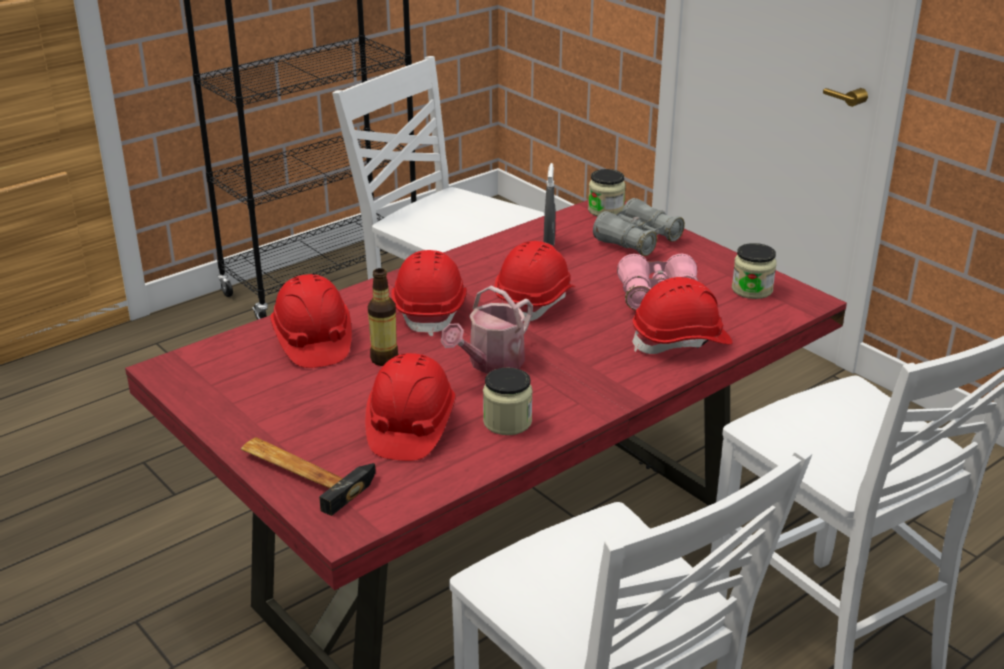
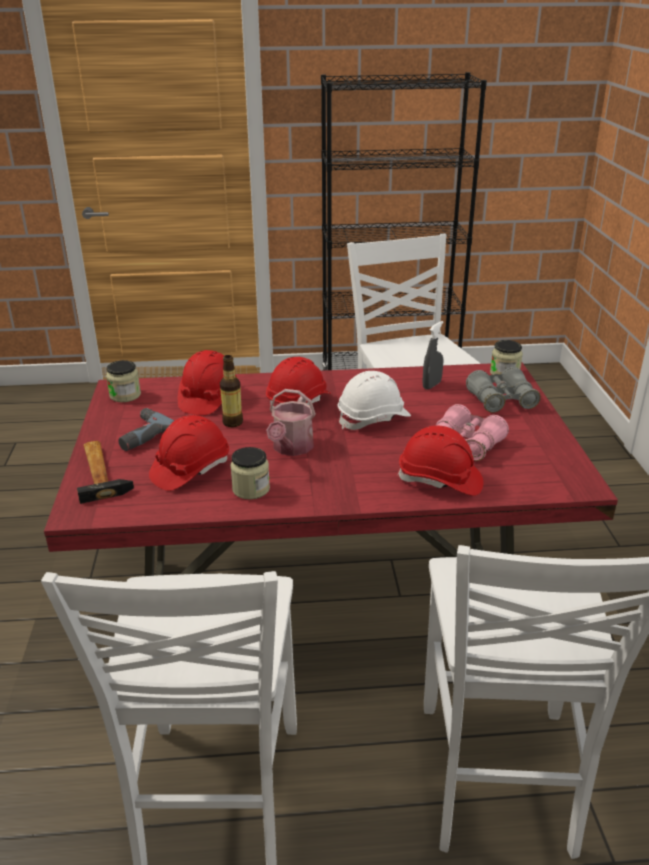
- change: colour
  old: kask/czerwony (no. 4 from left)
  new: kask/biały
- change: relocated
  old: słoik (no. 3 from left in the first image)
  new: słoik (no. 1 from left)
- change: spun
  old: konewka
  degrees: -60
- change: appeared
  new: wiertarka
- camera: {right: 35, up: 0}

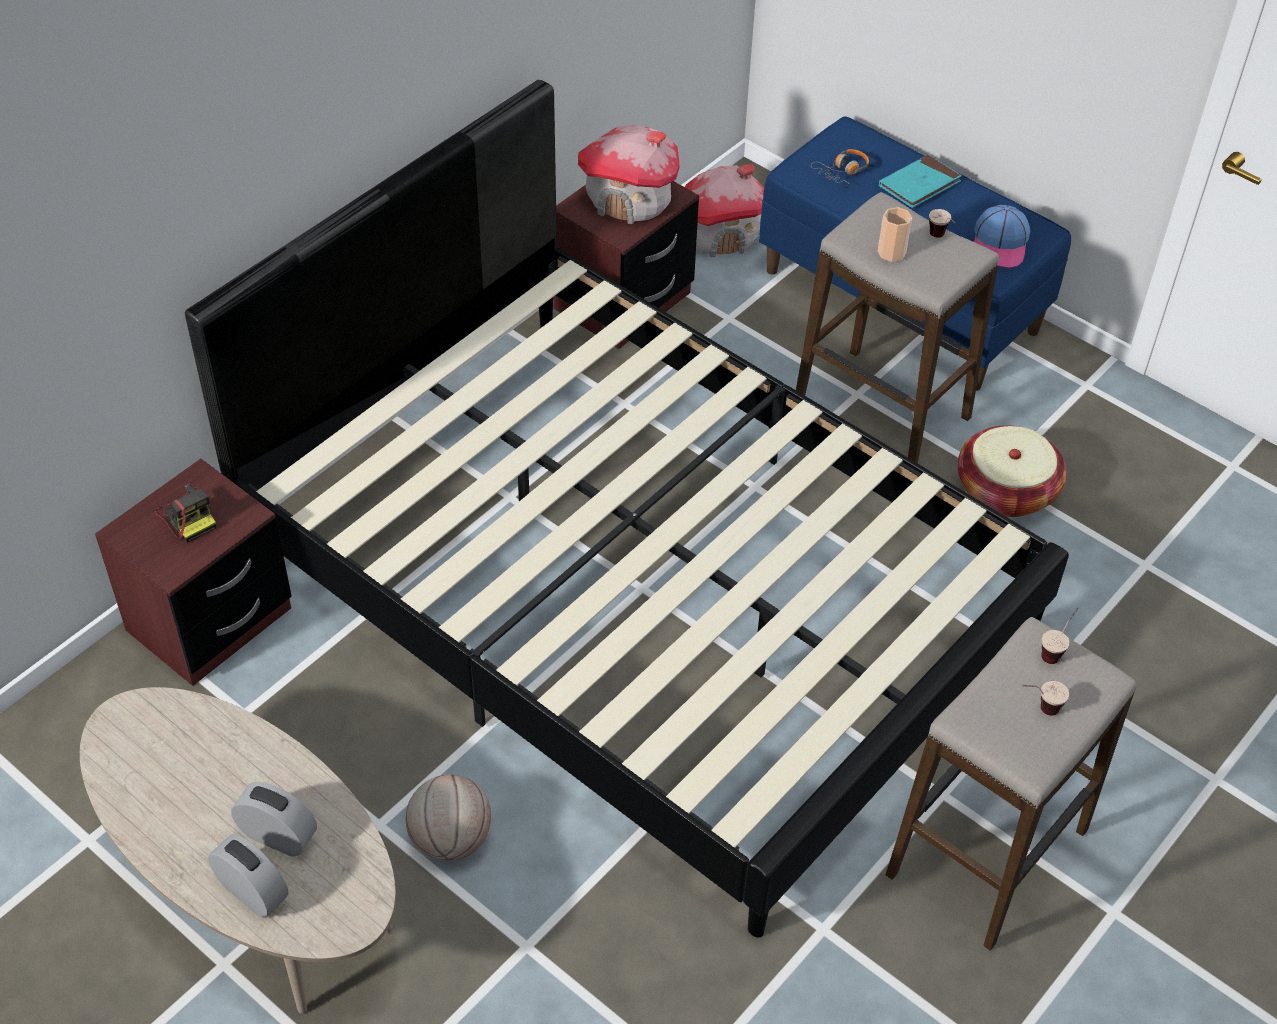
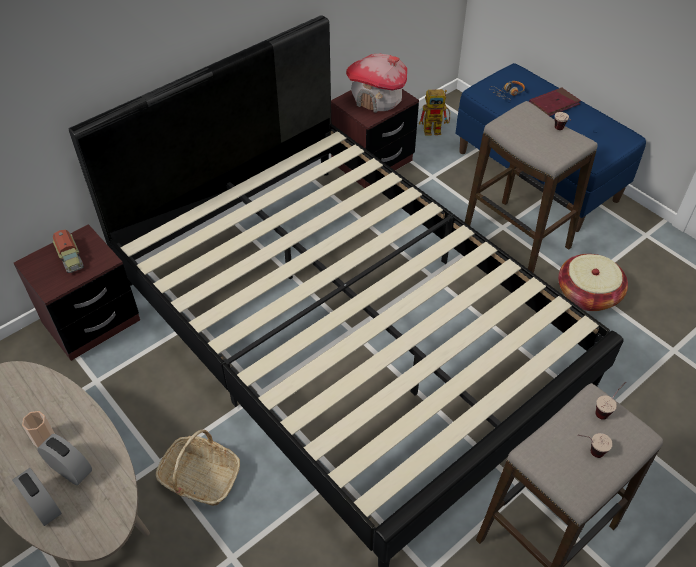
- change: colour
  old: książka/turkusowy
  new: książka/czerwony
- change: exchanged
  old: domek (no. 2 from left)
  new: robot zabawkowy
- change: missing
  old: czapka z daszkiem
- change: relocated
  old: filiżanka (no. 1 from left)
- change: exchanged
  old: aparat fotograficzny
  new: ciężarówka zabawkowa
- change: exchanged
  old: piłka do koszykówki
  new: koszyk (no. 1 from left)
- camera: {right: 10, up: 0}

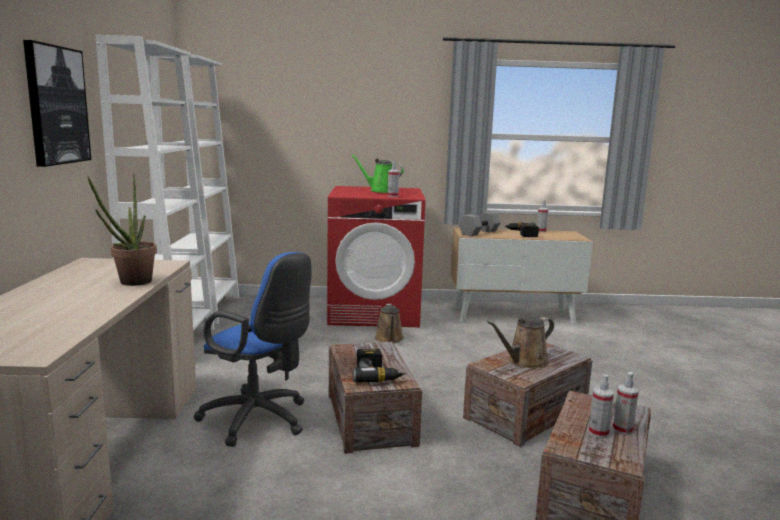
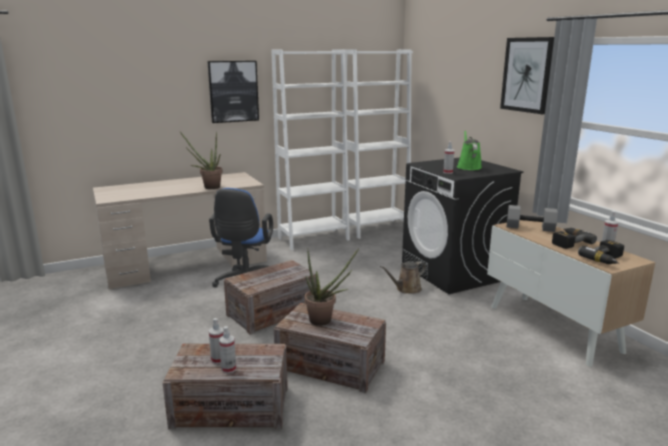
- change: colour
  old: pralka/czerwony
  new: pralka/czarny
- change: exchanged
  old: konewka/brązowy (no. 2 from left)
  new: roślina doniczkowa (no. 2 from left)
- change: relocated
  old: wiertarka (no. 1 from left in the first image)
  new: wiertarka (no. 2 from left)
- change: appeared
  new: obraz (no. 2 from left)
- camera: {right: 65, up: 5}

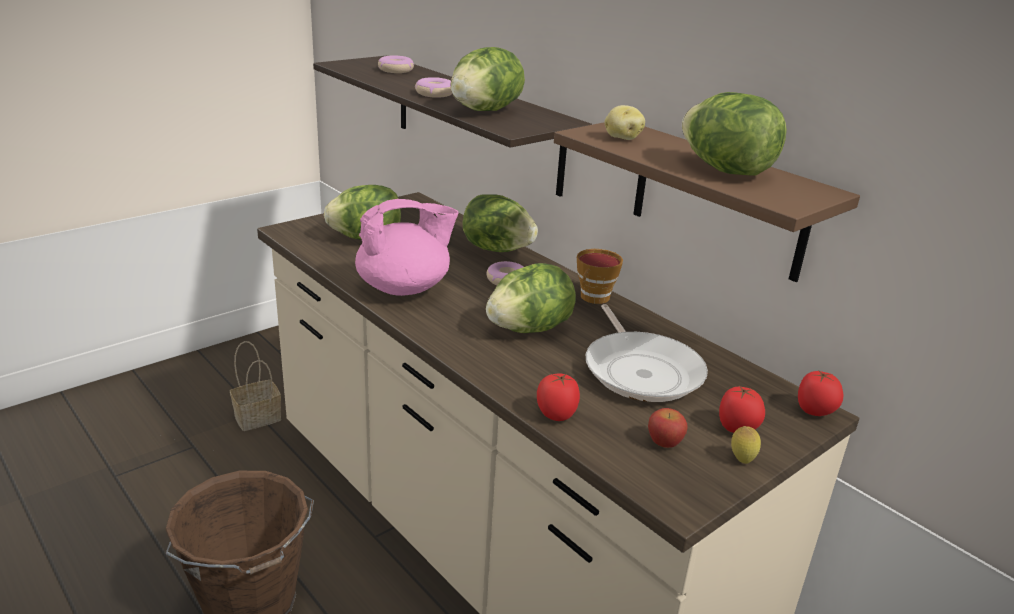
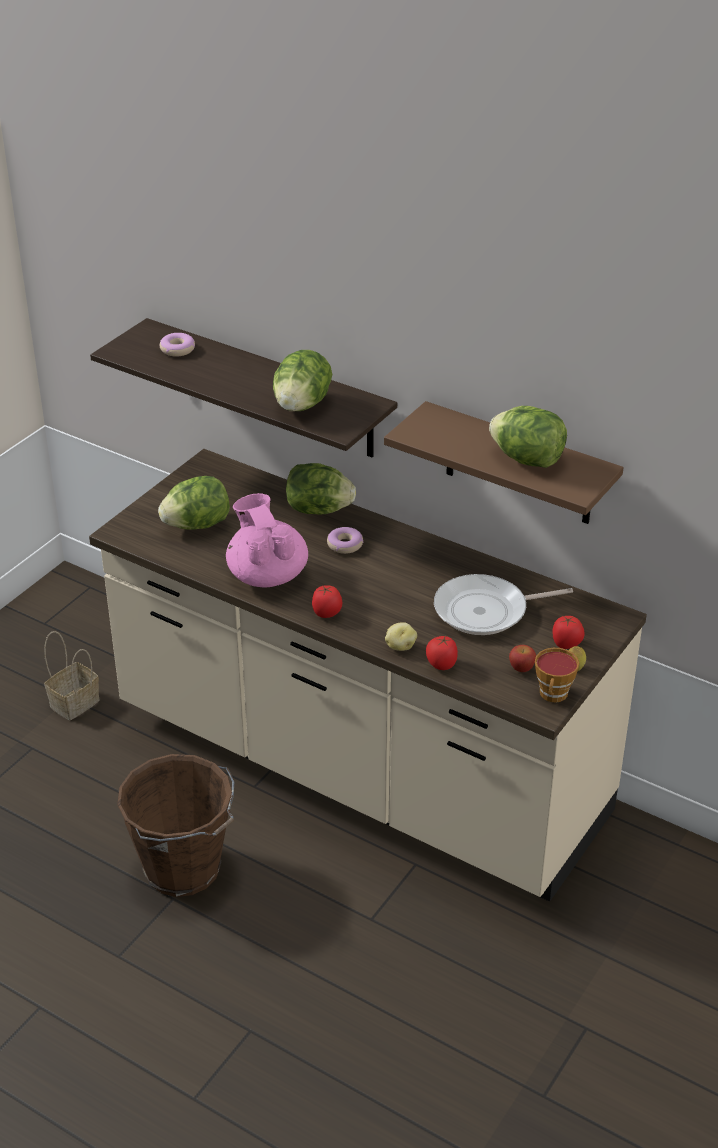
- change: missing
  old: donut (no. 2 from left)
- change: relocated
  old: ziemniak
- change: spun
  old: imbryk/różowy
  degrees: -75
- change: relocated
  old: filiżanka
- change: missing
  old: sałata (no. 4 from left)
- change: spun
  old: patelnia
  degrees: 105
- change: relocated
  old: pomidor (no. 3 from left in the first image)
  new: pomidor (no. 1 from left)
- camera: {right: -15, up: 10}

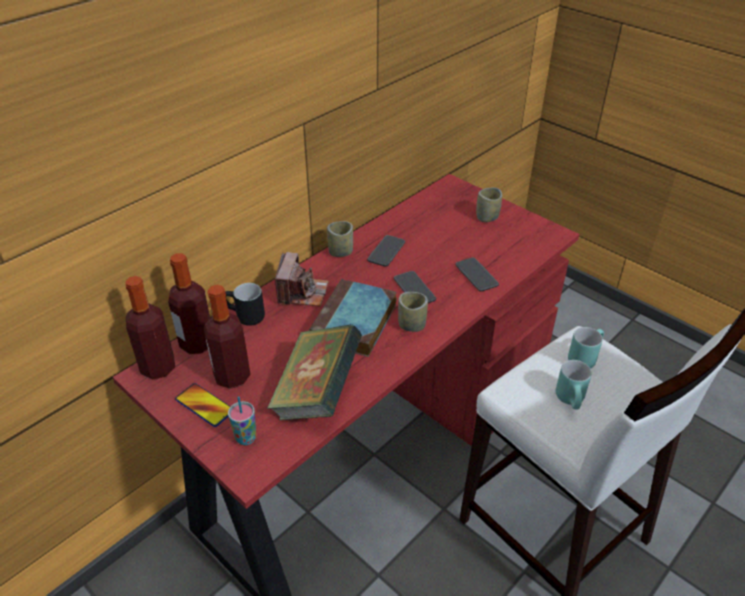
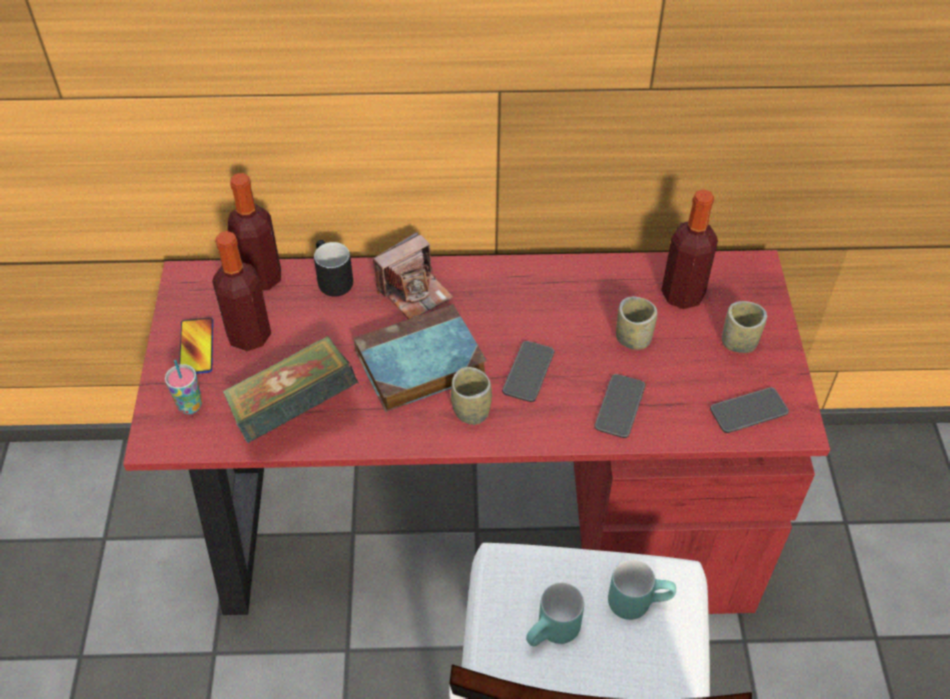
- change: relocated
  old: filiżanka (no. 2 from left in the first image)
  new: filiżanka (no. 3 from left)
- change: relocated
  old: telefon (no. 2 from left in the first image)
  new: telefon (no. 4 from left)
- change: relocated
  old: butelka (no. 1 from left in the first image)
  new: butelka (no. 3 from left)
- camera: {right: 45, up: 10}

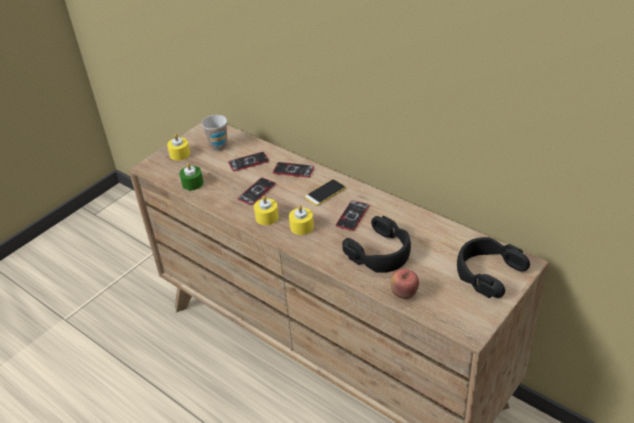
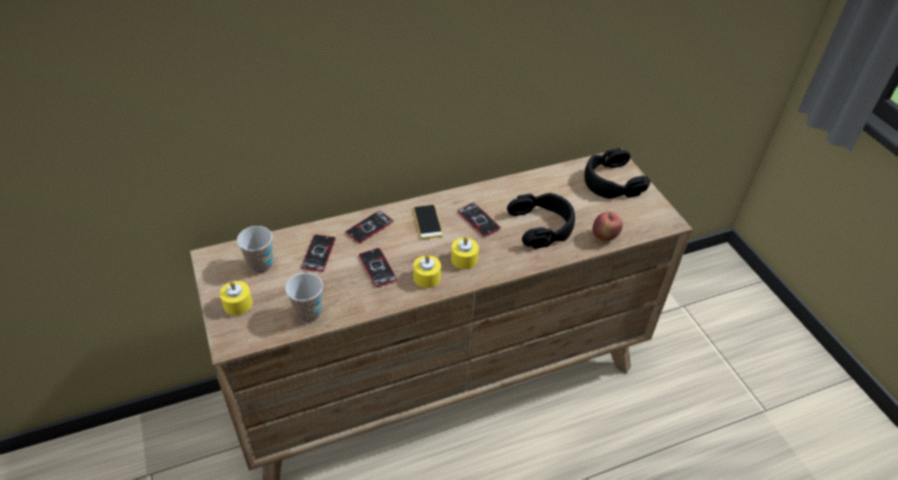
- change: exchanged
  old: świeca/zielony
  new: filiżanka (no. 2 from left)
- camera: {right: -65, up: 5}

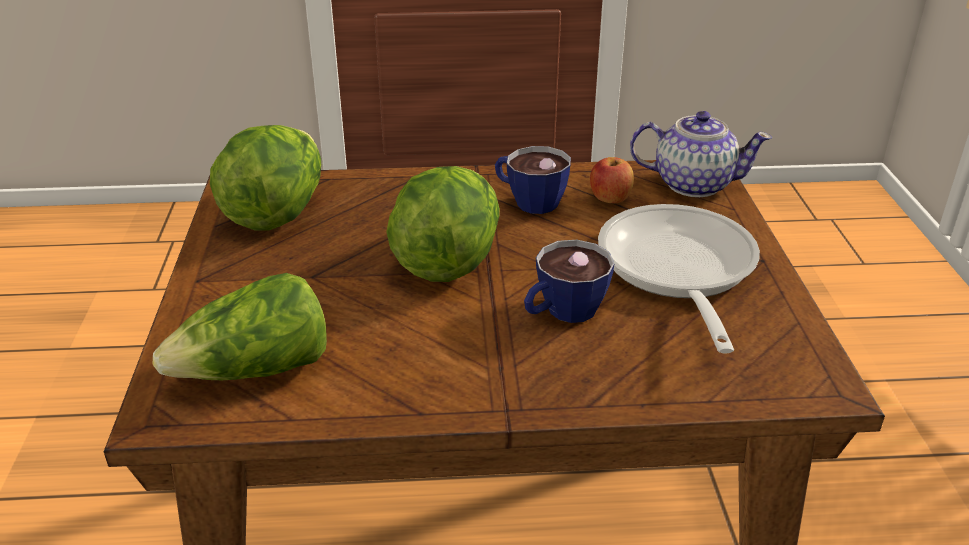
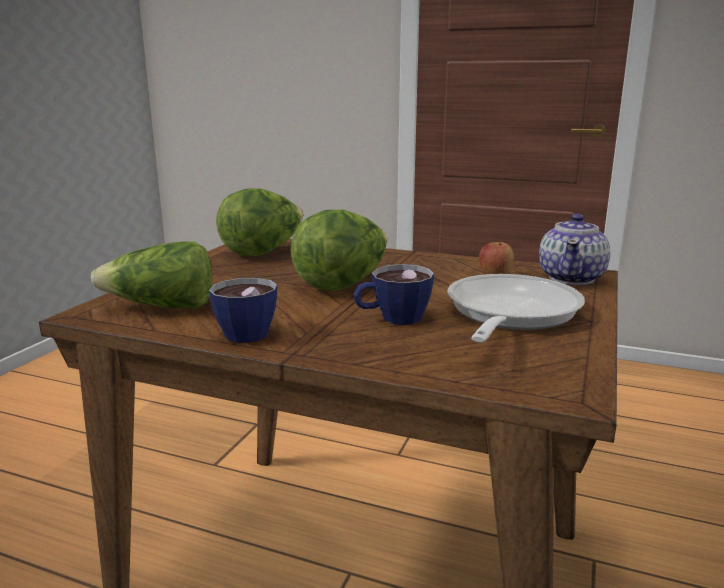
- change: spun
  old: imbryk
  degrees: 75
- change: relocated
  old: filiżanka (no. 1 from left)
- camera: {right: 25, up: -15}

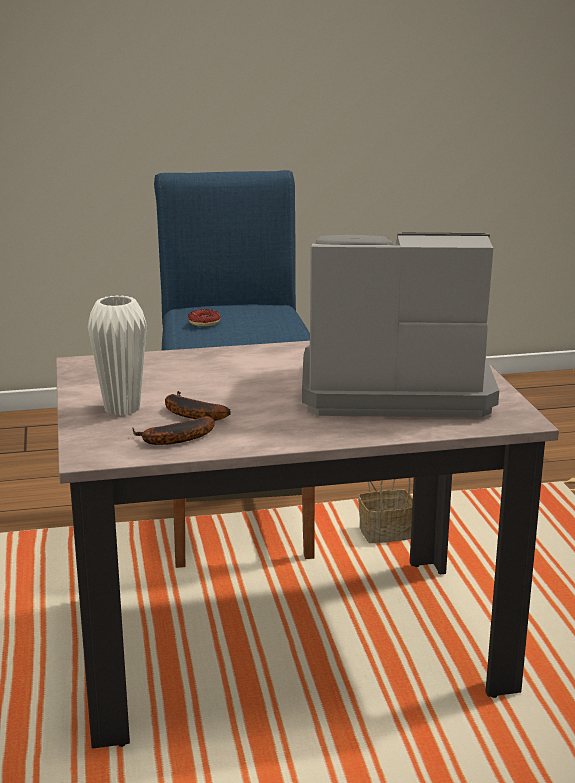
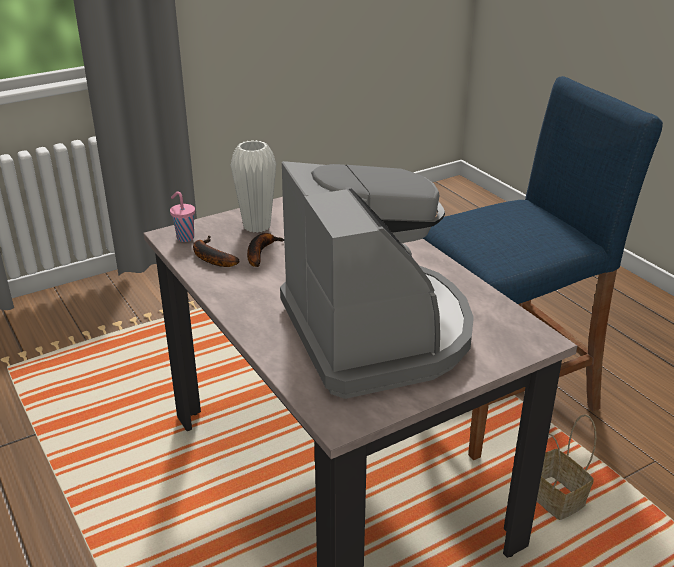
- change: missing
  old: donut
- change: appeared
  new: filiżanka/różowy
- camera: {right: 70, up: 10}

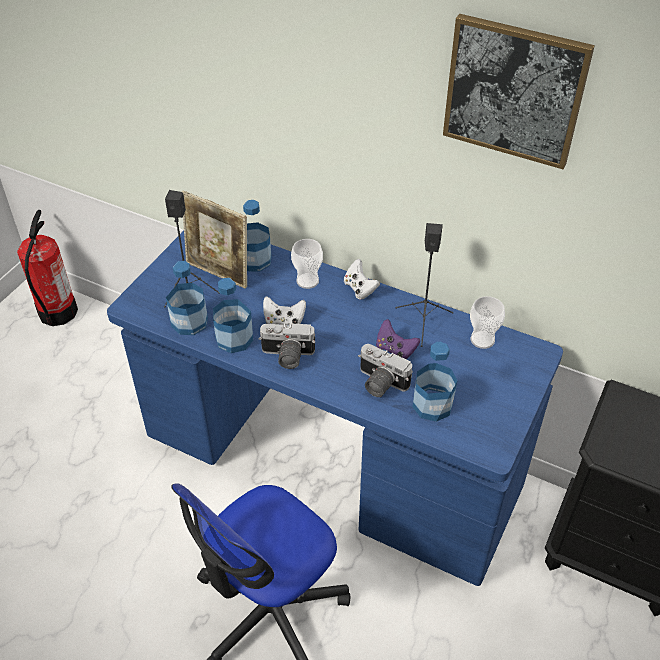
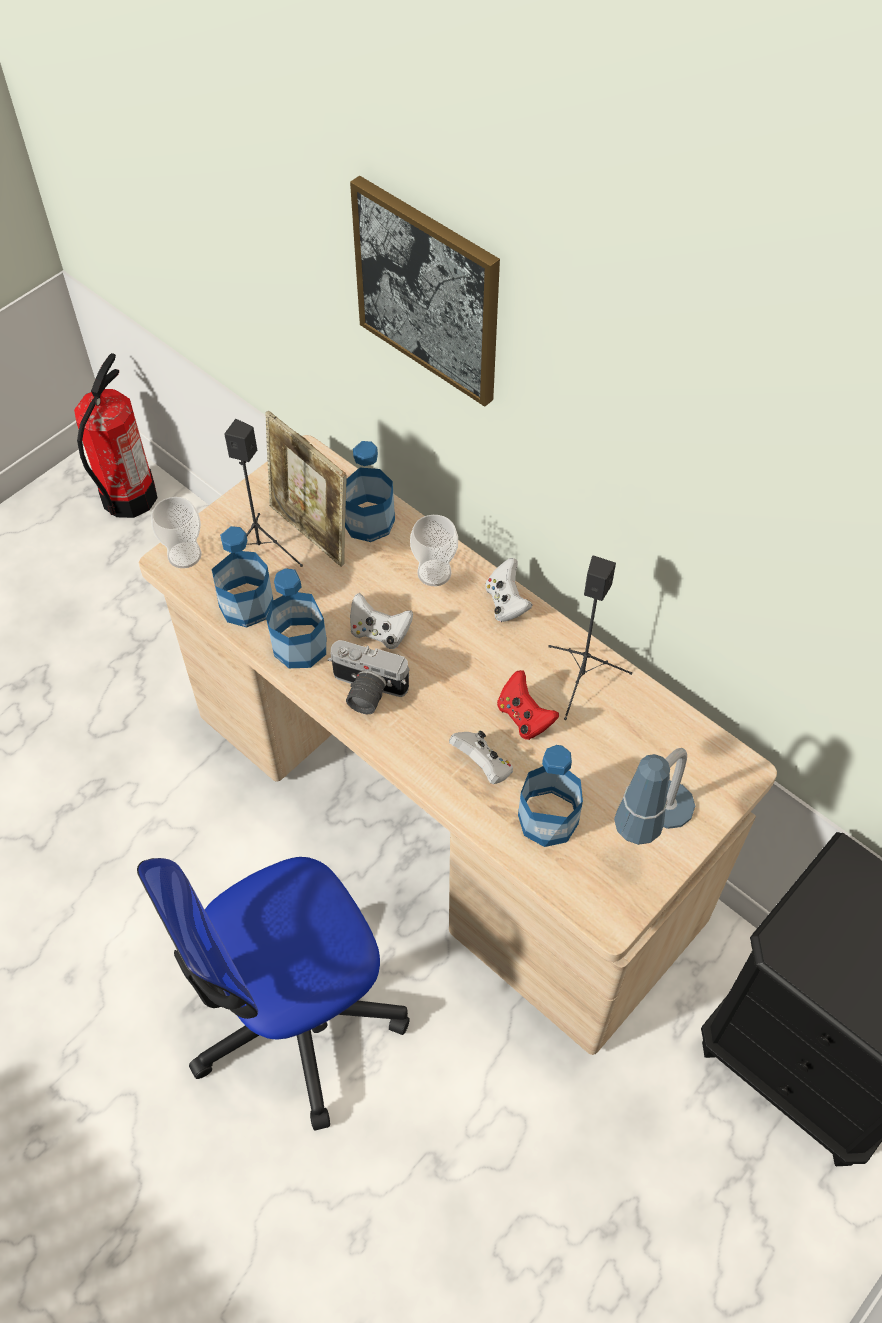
- change: relocated
  old: obraz
- change: colour
  old: biurko/niebieski
  new: biurko/beżowy
- change: relocated
  old: filiżanka (no. 2 from left in the first image)
  new: filiżanka (no. 1 from left)
- change: colour
  old: pad do gier/fioletowy
  new: pad do gier/czerwony
- change: exchanged
  old: aparat fotograficzny (no. 2 from left)
  new: pad do gier/biały (no. 2 from left)
- change: appeared
  new: lampa stołowa
- camera: {right: 15, up: 10}

